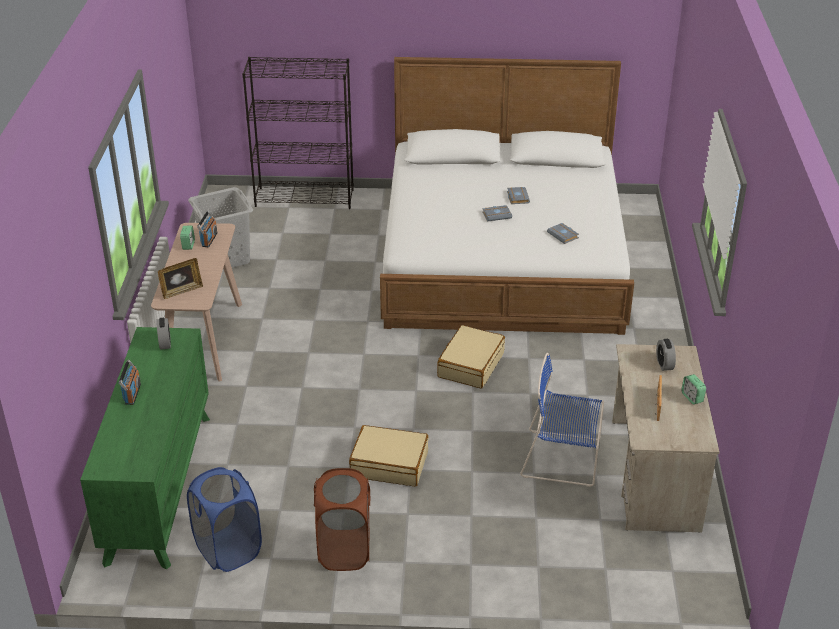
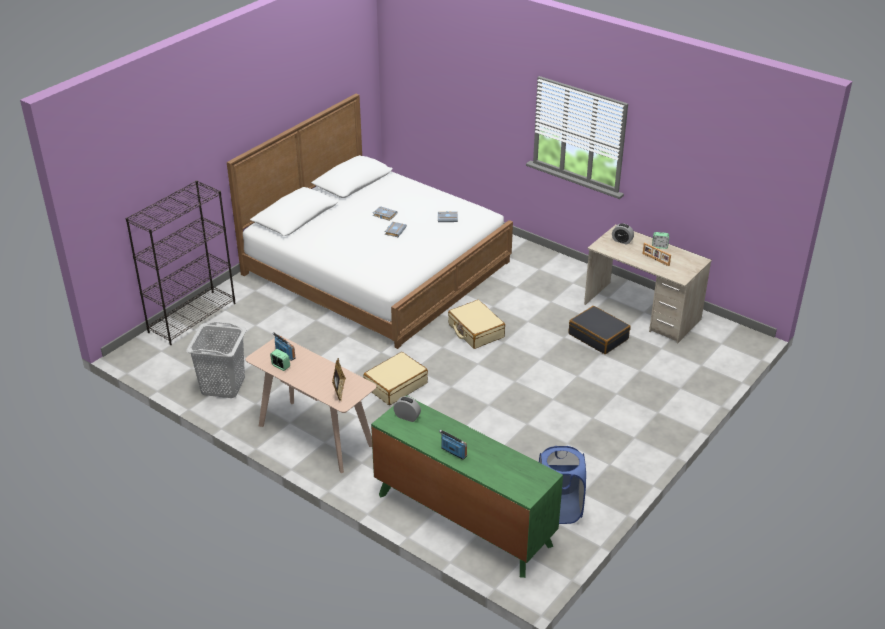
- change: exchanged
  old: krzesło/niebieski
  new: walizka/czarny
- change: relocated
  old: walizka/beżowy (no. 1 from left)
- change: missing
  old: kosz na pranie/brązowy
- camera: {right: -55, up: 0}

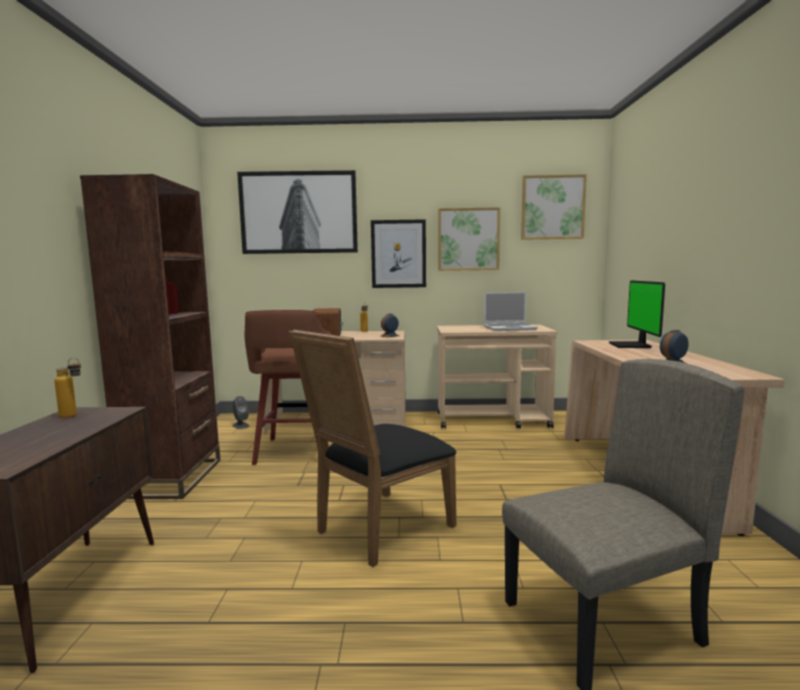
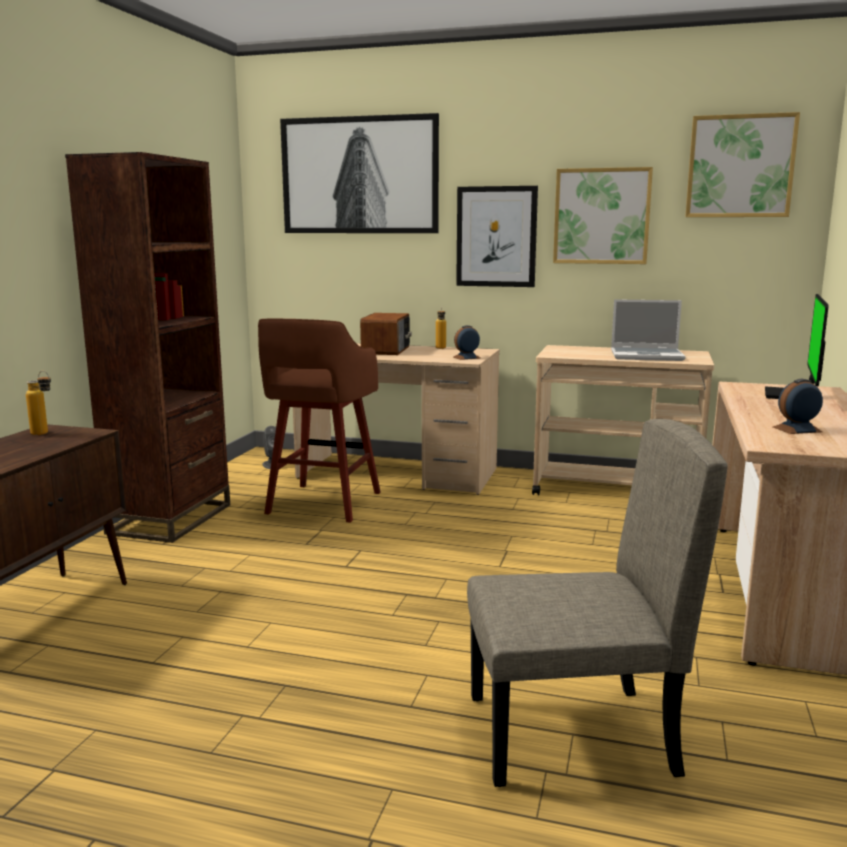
- change: missing
  old: krzesło/czarny
- camera: {right: 15, up: 5}

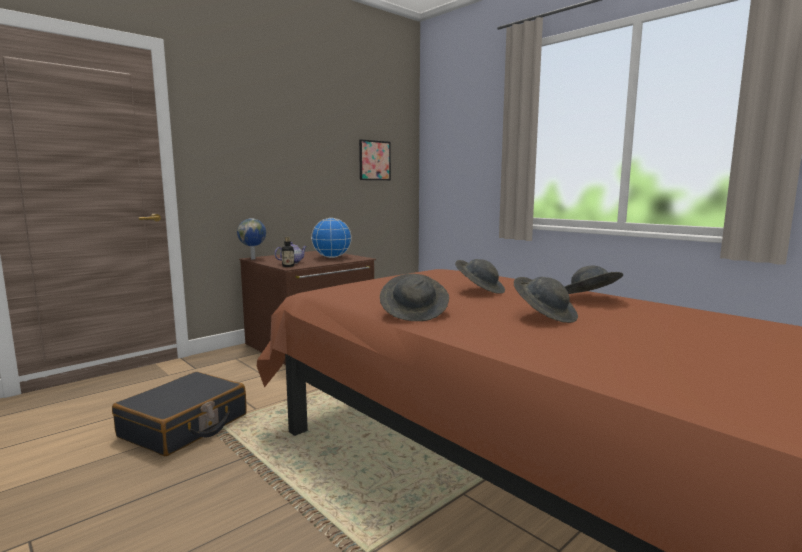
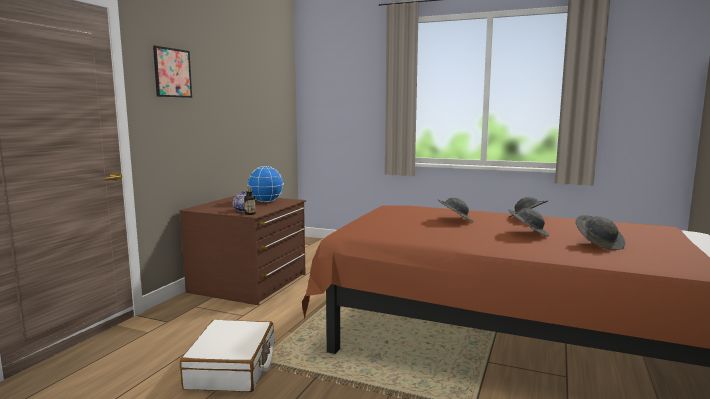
- change: relocated
  old: obraz
- change: missing
  old: globus (no. 1 from left)
- change: relocated
  old: kapelusz/szary (no. 1 from left in the first image)
  new: kapelusz/szary (no. 4 from left)
- change: colour
  old: walizka/czarny
  new: walizka/biały
- camera: {right: -25, up: 0}

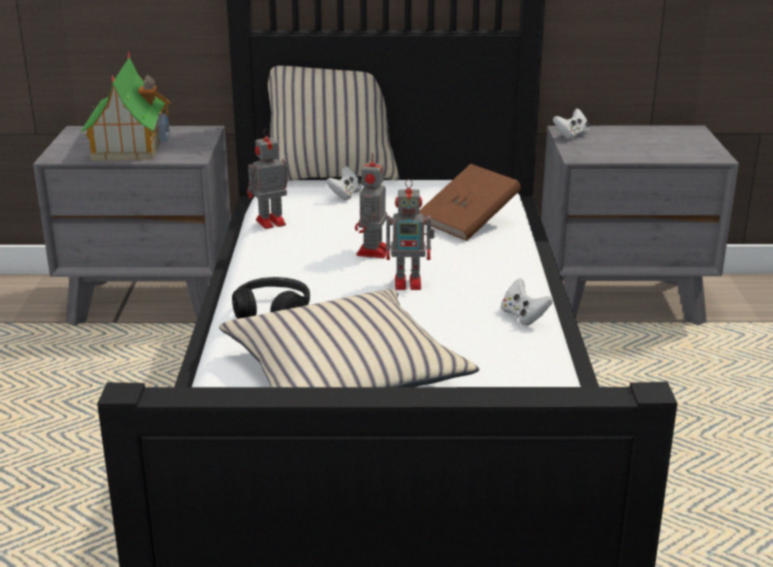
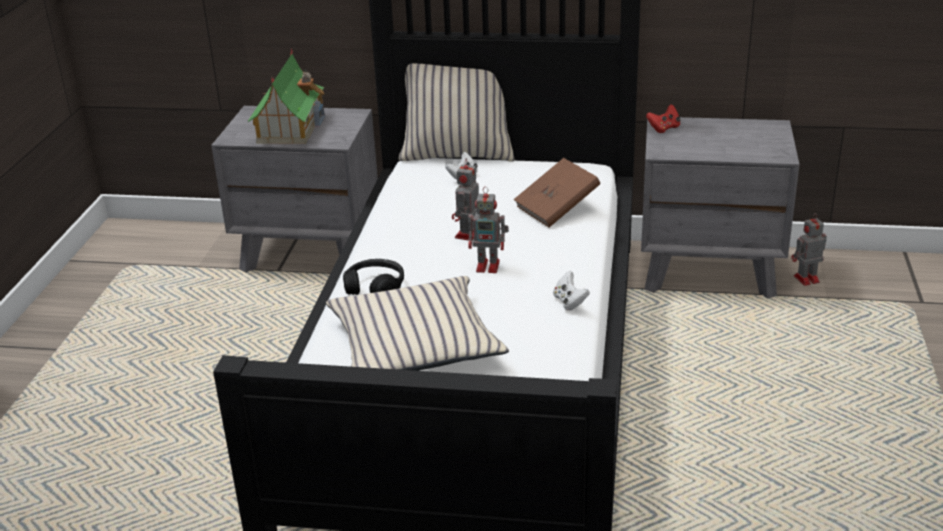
- change: colour
  old: pad do gier/biały (no. 3 from left)
  new: pad do gier/czerwony
- change: relocated
  old: robot zabawkowy (no. 1 from left in the first image)
  new: robot zabawkowy (no. 3 from left)
- camera: {right: 10, up: 5}

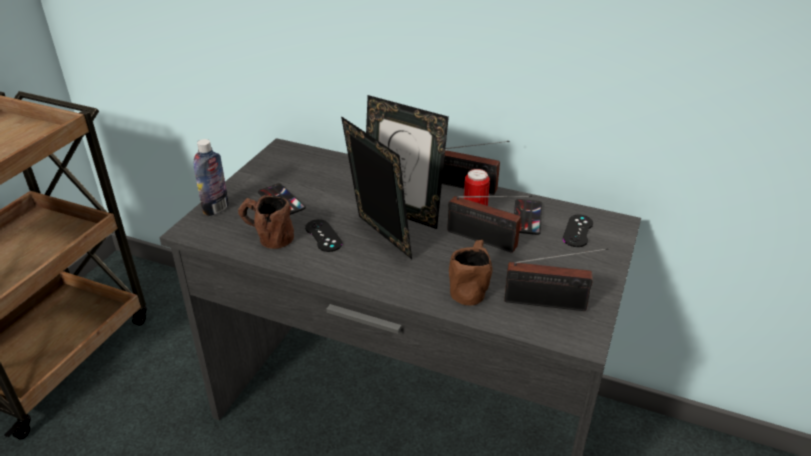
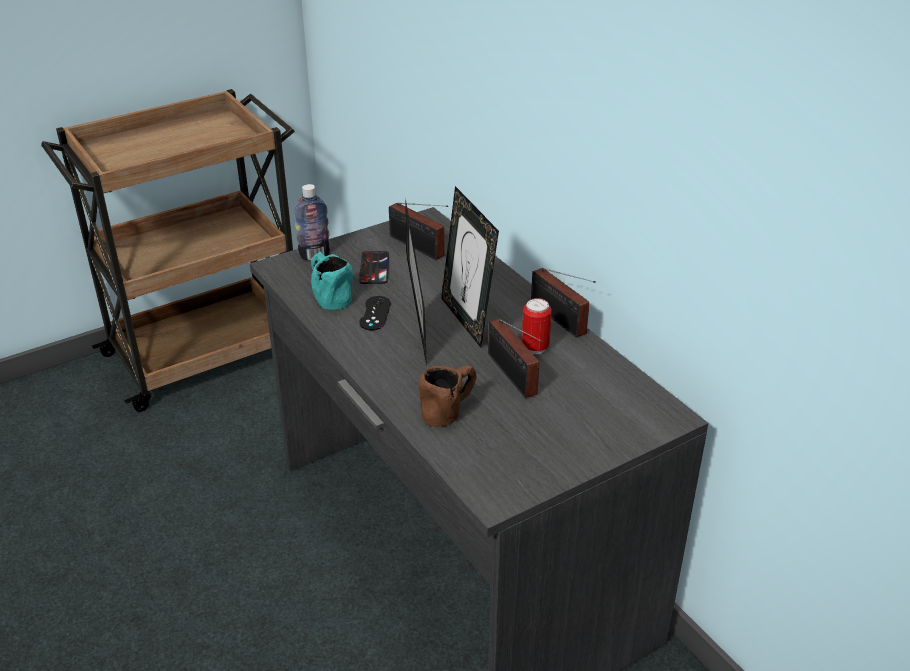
- change: colour
  old: kubek/brązowy (no. 1 from left)
  new: kubek/turkusowy
- change: missing
  old: telefon (no. 2 from left)
- change: missing
  old: pad do gier/czarny (no. 2 from left)
- change: relocated
  old: radio (no. 3 from left in the first image)
  new: radio (no. 1 from left)
- camera: {right: 35, up: 0}

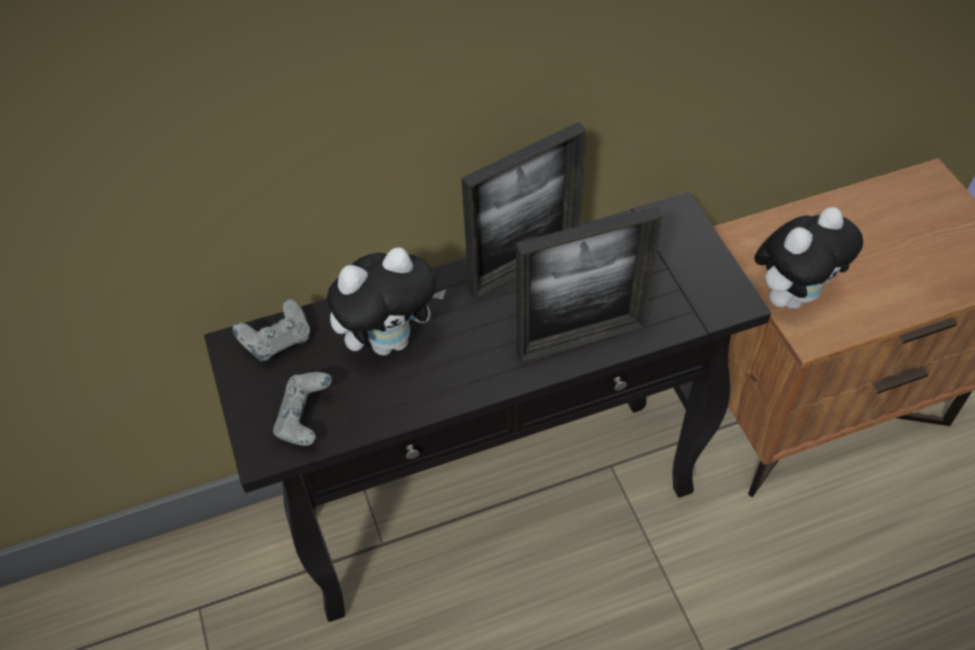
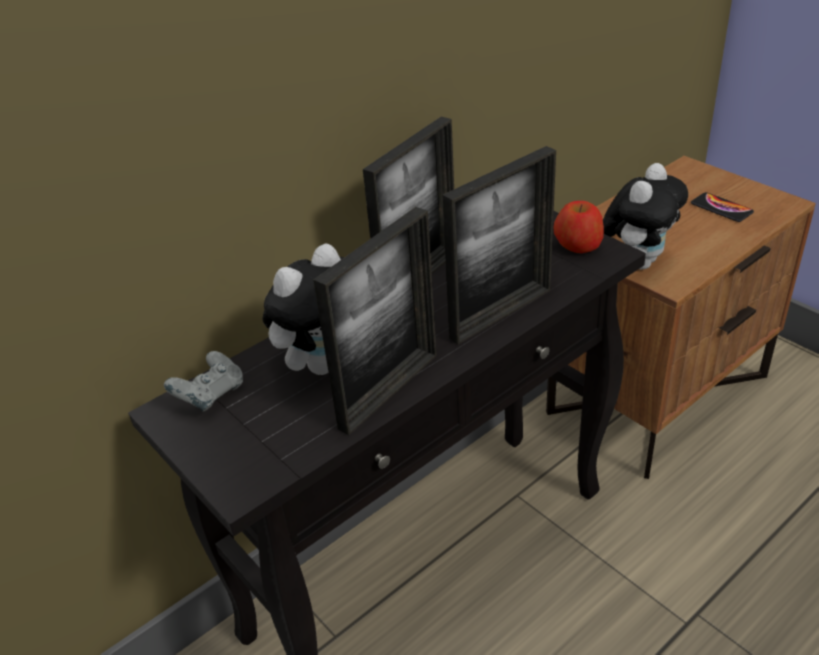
- change: missing
  old: pad do gier/szary (no. 2 from left)
- change: appeared
  new: telefon
- change: appeared
  new: jabłko
- change: appeared
  new: ramka na zdjęcie (no. 1 from left)
- camera: {right: -20, up: -15}

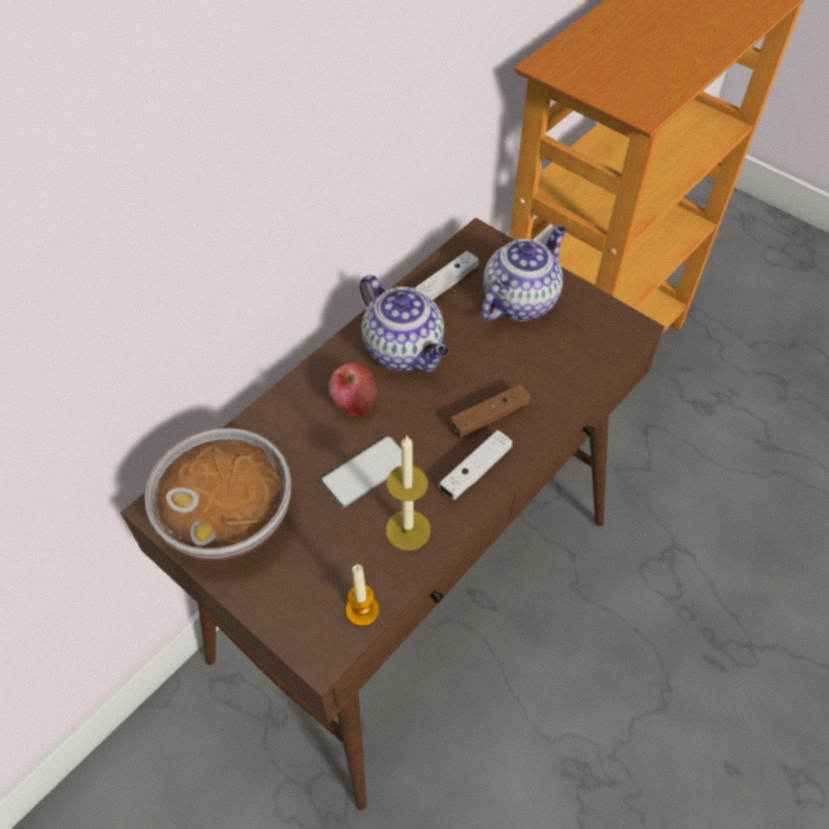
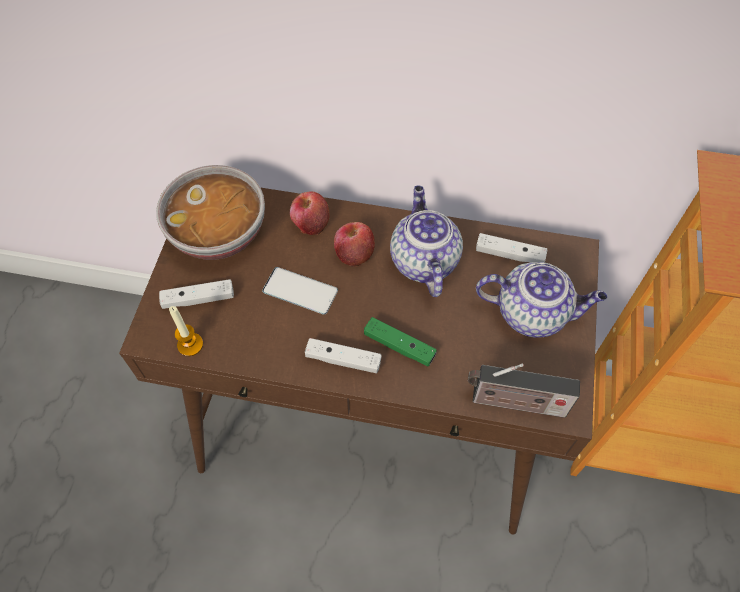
- change: spun
  old: imbryk (no. 1 from left)
  degrees: 150
- change: colour
  old: pad do gier/brązowy
  new: pad do gier/zielony
- change: missing
  old: świeca (no. 2 from left)
- change: appeared
  new: jabłko (no. 1 from left)
- change: appeared
  new: pad do gier/biały (no. 1 from left)
- change: appeared
  new: radio
- camera: {right: 60, up: 5}

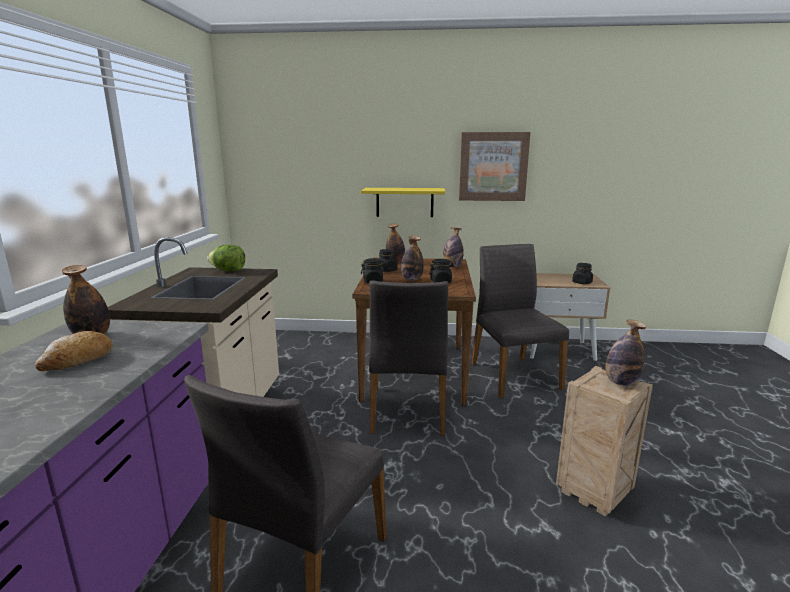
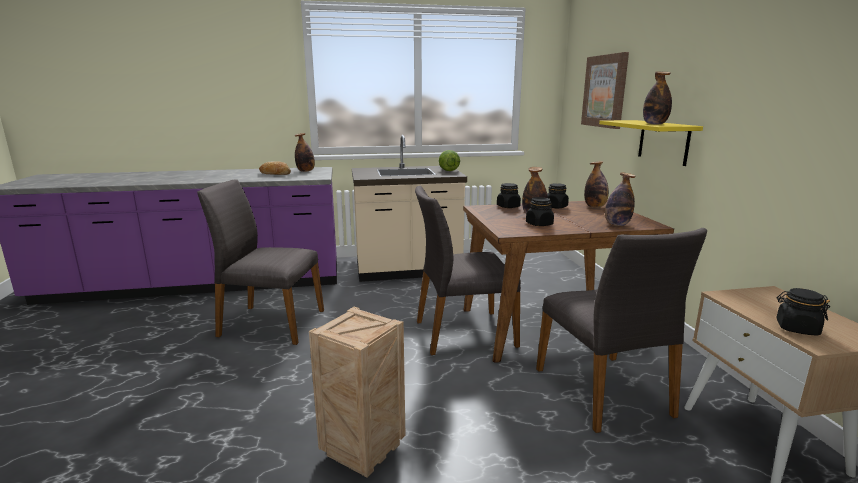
- change: relocated
  old: obraz
- change: spun
  old: krzesło/szary (no. 3 from left)
  degrees: 105
- change: relocated
  old: butelka (no. 5 from left)
- camera: {right: 75, up: 0}

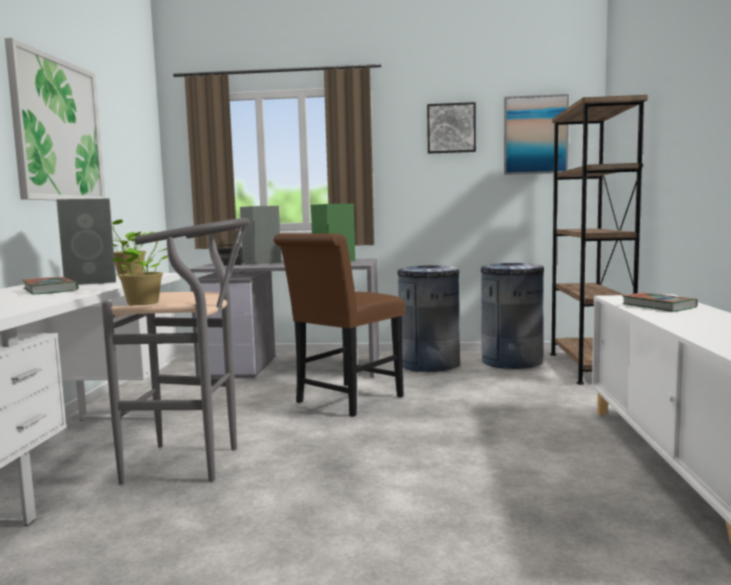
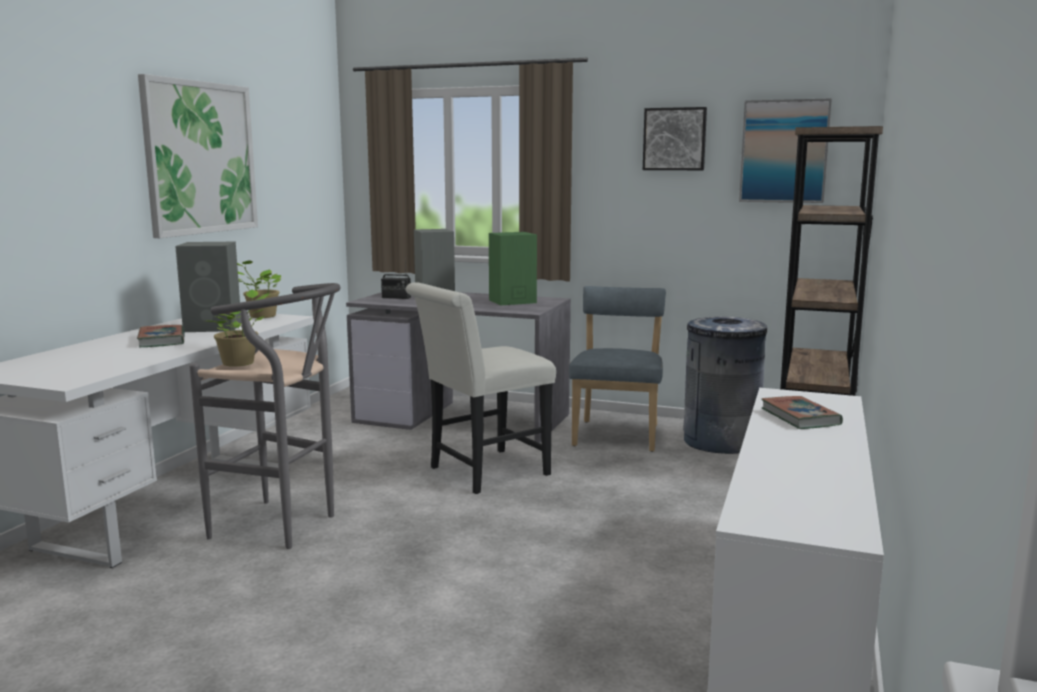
- change: colour
  old: krzesło/brązowy
  new: krzesło/biały
- change: exchanged
  old: kosz na śmieci/szary (no. 1 from left)
  new: krzesło/niebieski
- camera: {right: 15, up: 5}

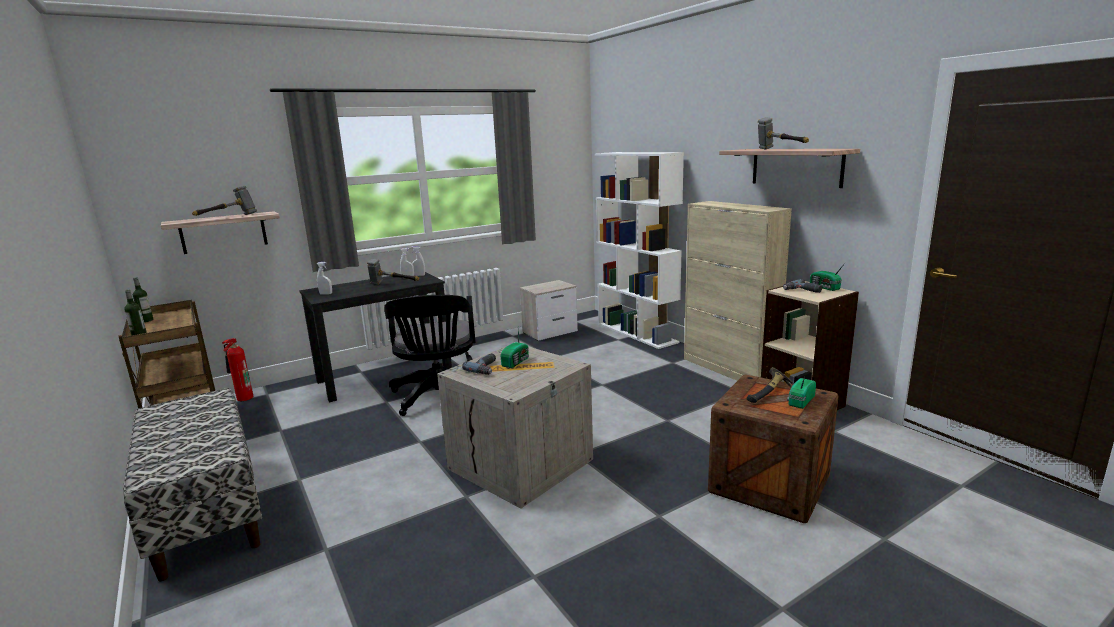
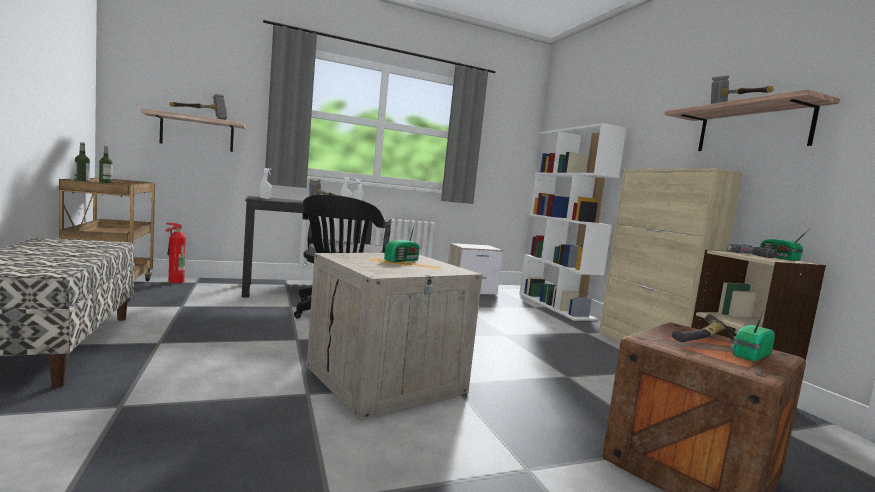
- change: missing
  old: wiertarka (no. 1 from left)
- camera: {right: 10, up: -10}

